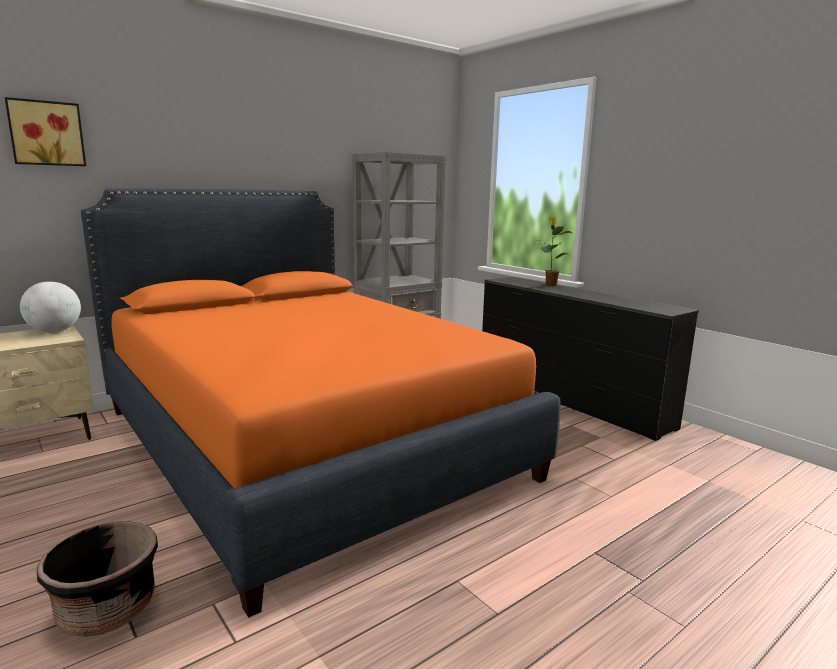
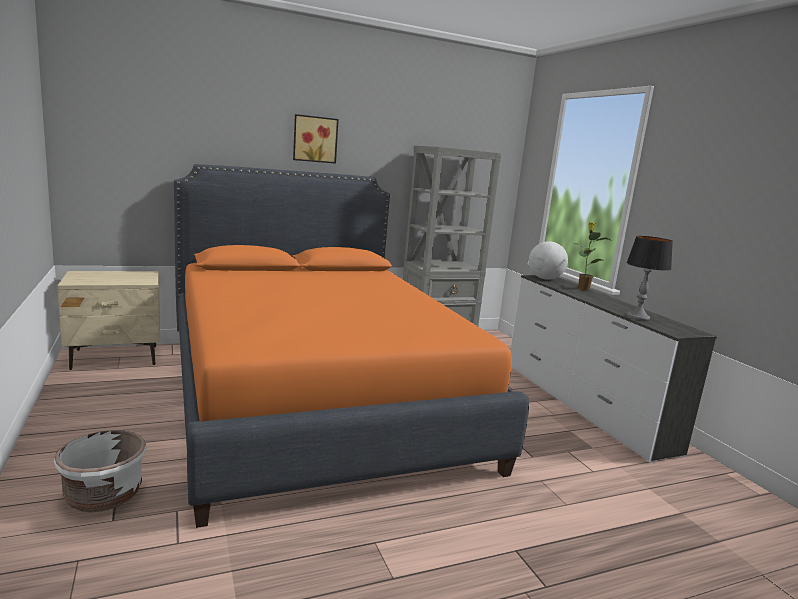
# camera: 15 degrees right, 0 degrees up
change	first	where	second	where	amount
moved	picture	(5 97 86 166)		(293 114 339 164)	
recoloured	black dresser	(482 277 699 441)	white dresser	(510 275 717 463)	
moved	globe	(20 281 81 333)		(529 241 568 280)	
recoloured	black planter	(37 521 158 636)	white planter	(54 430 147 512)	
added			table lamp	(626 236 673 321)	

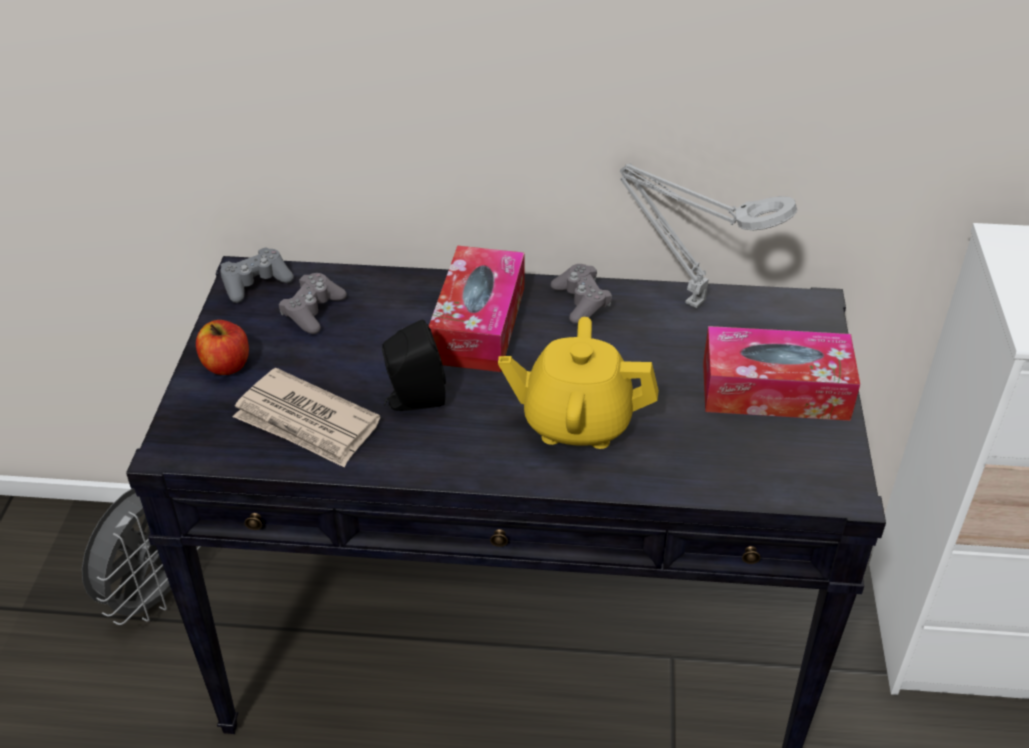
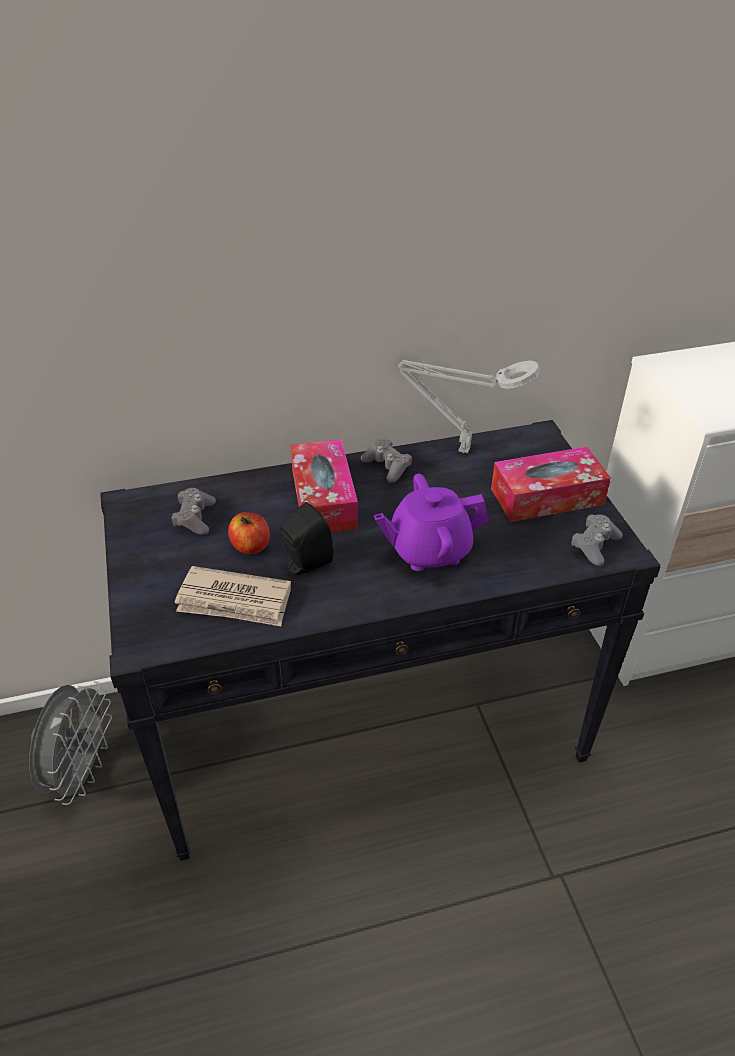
# camera: 20 degrees left, 0 degrees up
change	first	where	second	where	amount
moved	grey game controller	(220 247 294 303)		(571 514 623 566)	
recoloured	yellow teapot	(498 317 659 449)	purple teapot	(373 474 489 571)	
moved	apple	(196 320 249 375)		(228 512 270 554)	

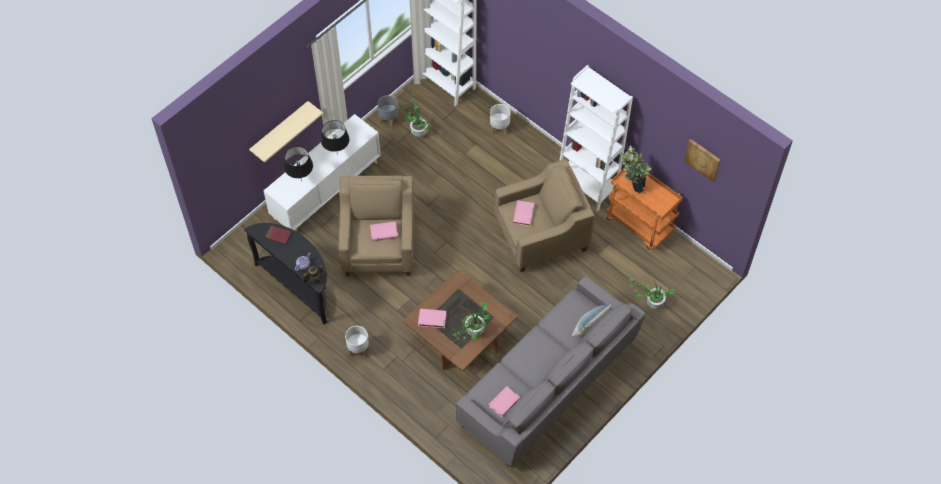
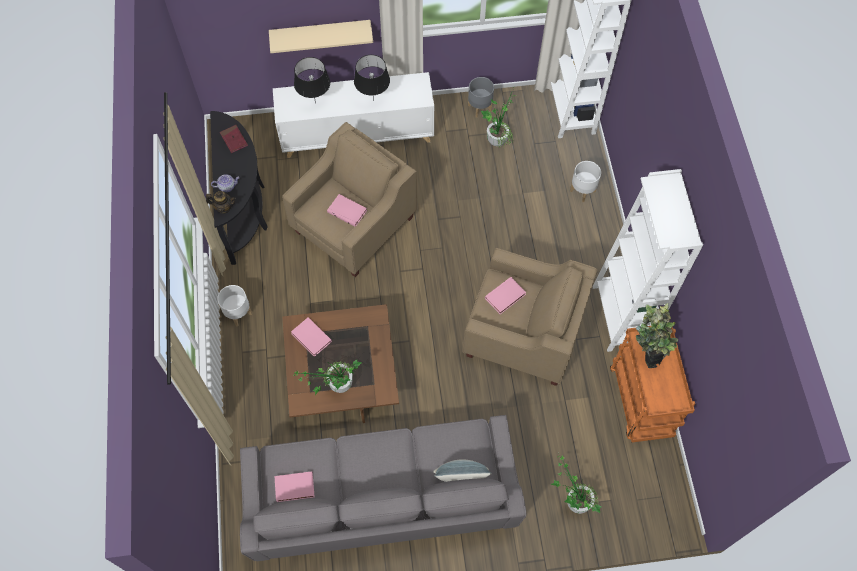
# camera: 40 degrees right, 5 degrees up
change	first	where	second	where	amount
removed	picture	(684 139 720 182)			

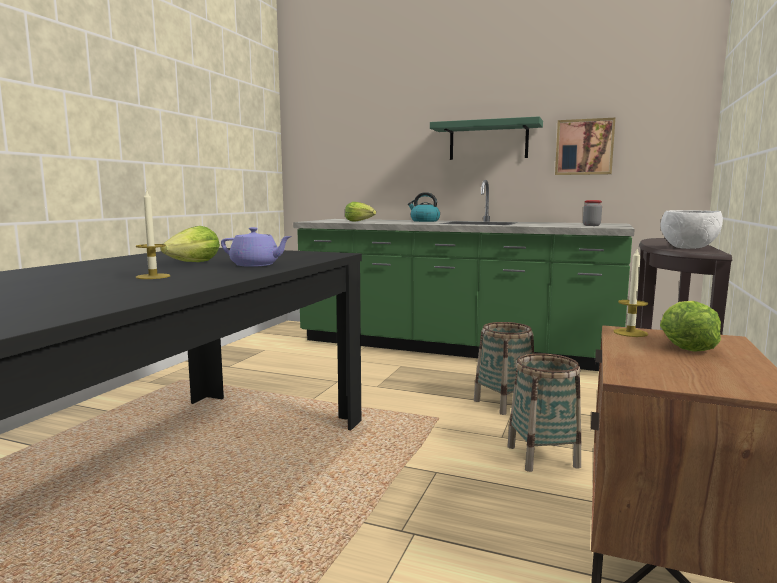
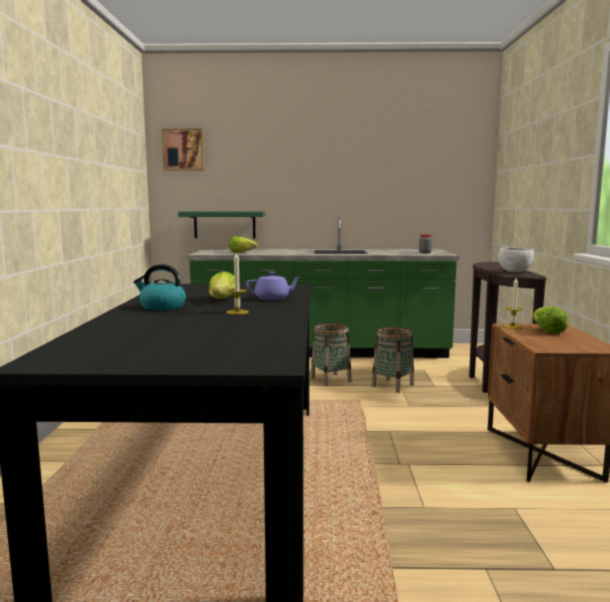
# camera: 20 degrees left, 0 degrees up
change	first	where	second	where	amount
moved	green shelf	(430 116 543 160)		(178 211 265 238)	
moved	picture	(555 118 615 175)		(162 129 204 171)	
moved	kettle	(408 192 440 222)		(134 264 186 311)	
moved	basket	(507 353 581 472)		(311 323 352 386)	

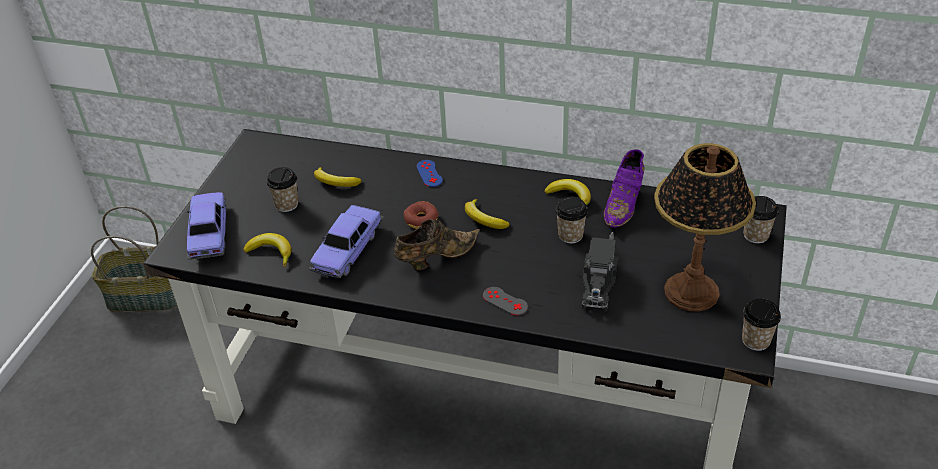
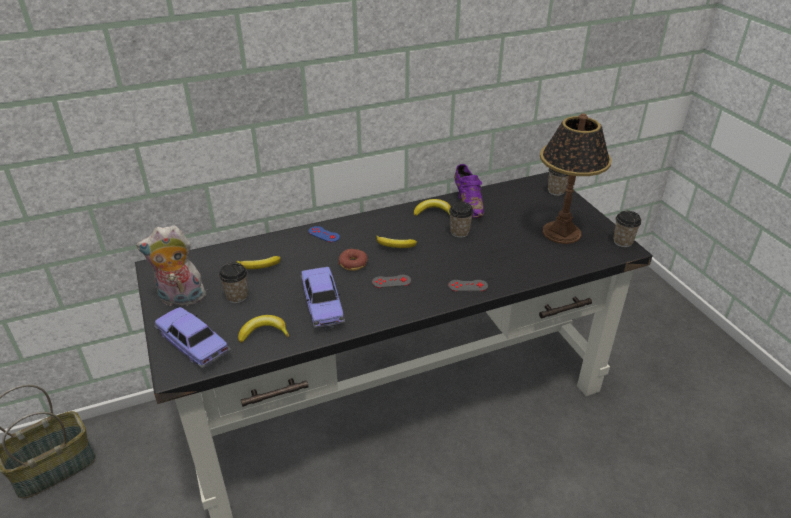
# camera: 40 degrees left, 5 degrees down
change	first	where	second	where	amount
replaced	brown shoe	(394 219 479 271)	grey game controller	(372 275 411 288)	
removed	toy truck	(582 232 618 312)			
added			plush toy	(136 225 208 306)	

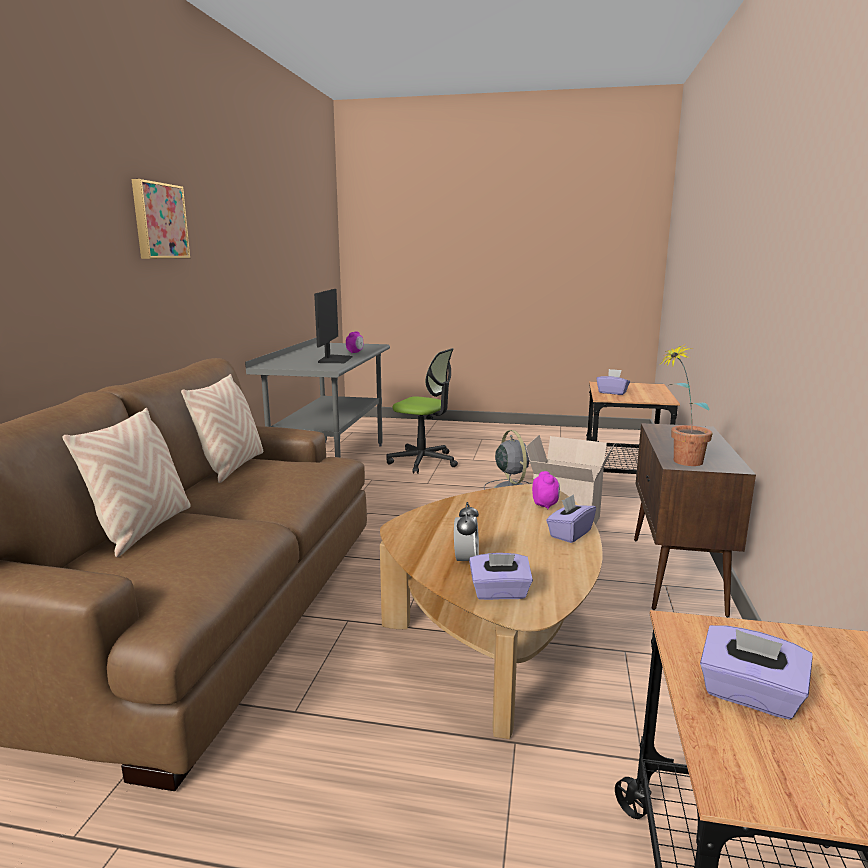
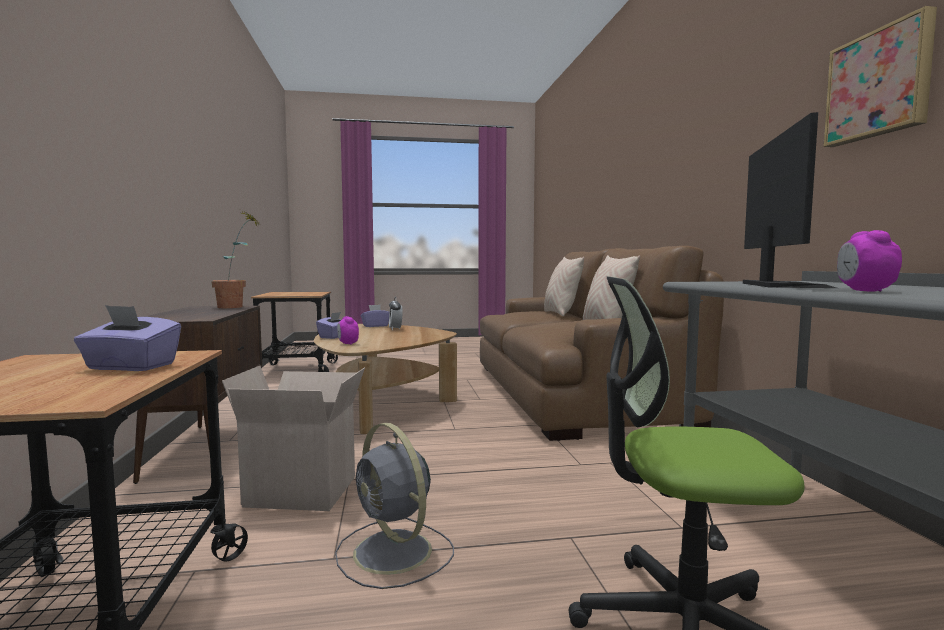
# camera: 160 degrees right, 10 degrees down
change	first	where	second	where	amount
moved	picture	(132 179 190 259)		(823 6 937 147)	
turned	monitor	(314 289 353 363)		(743 112 836 288)	150 degrees counterclockwise
removed	purple tissue box	(700 625 813 720)			

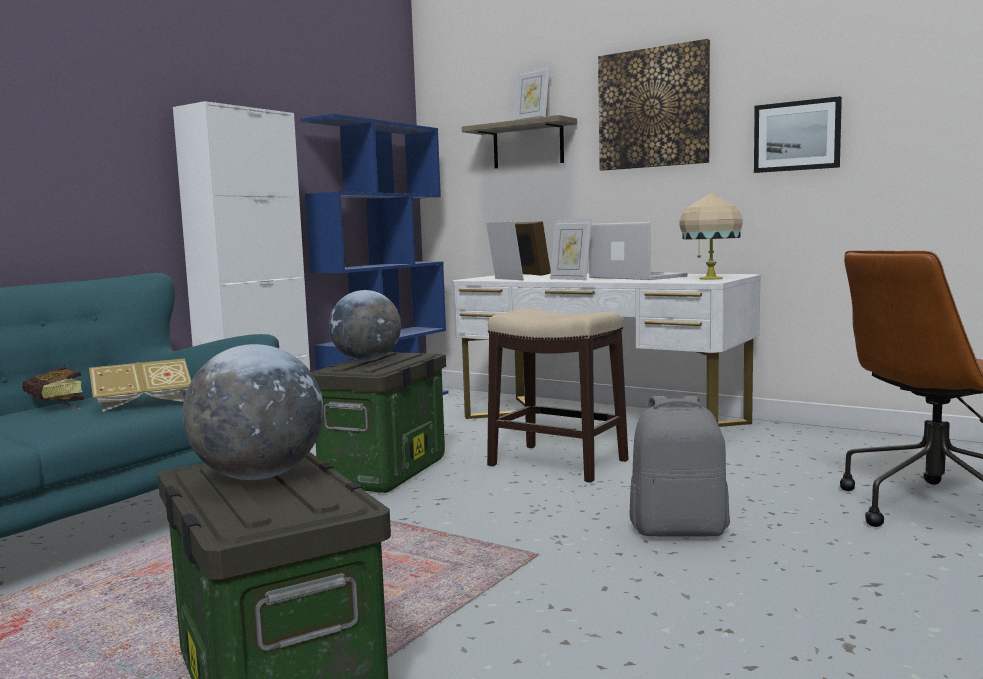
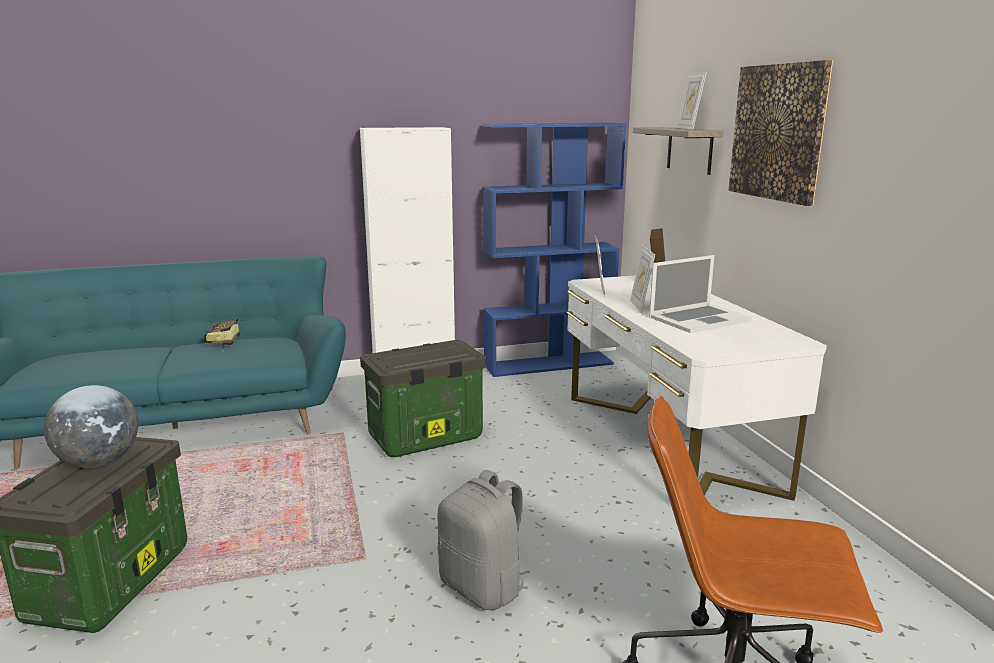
# camera: 40 degrees right, 10 degrees up
change	first	where	second	where	amount
removed	picture	(754 96 842 173)			
removed	beige table lamp	(679 193 743 280)			
turned	laptop	(589 222 687 280)		(649 255 752 333)	60 degrees clockwise
removed	globe	(329 290 401 361)			
removed	stool	(487 308 629 483)			
removed	book	(89 359 191 412)			

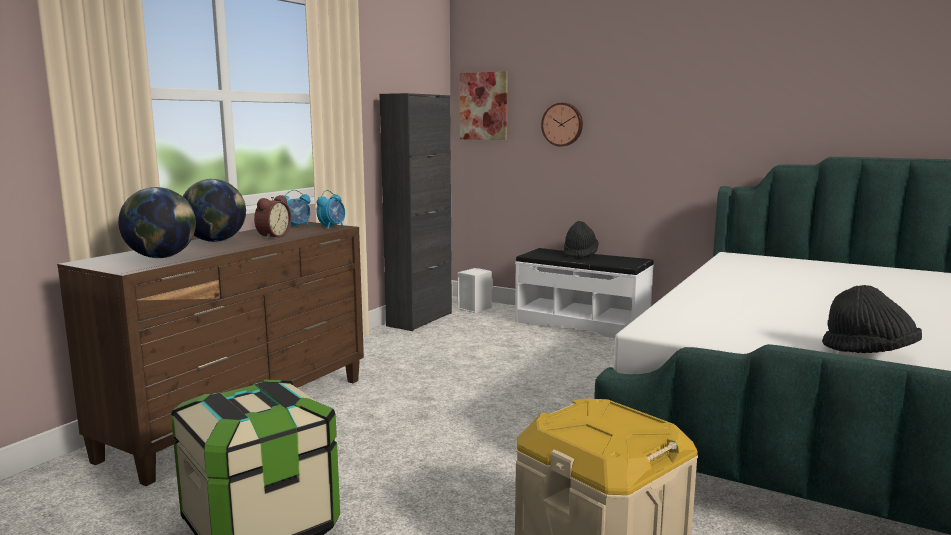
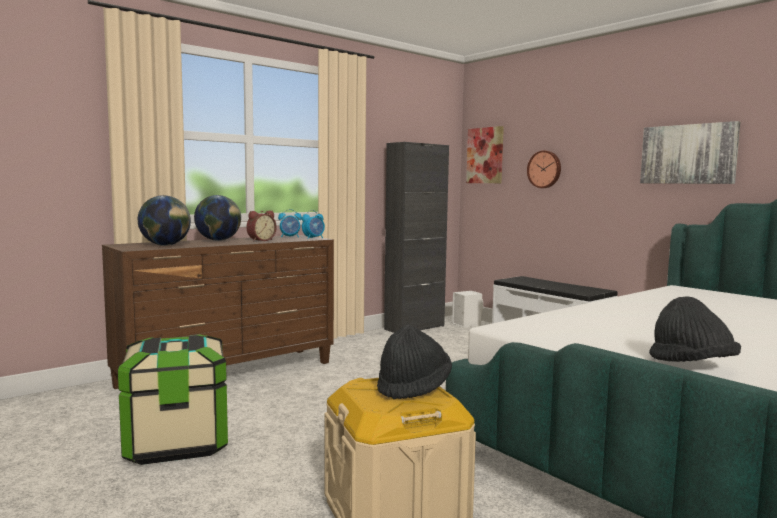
# camera: 20 degrees right, 5 degrees down
change	first	where	second	where	amount
moved	black hat	(564 221 599 258)		(377 325 452 400)	
added			picture	(640 121 740 184)	

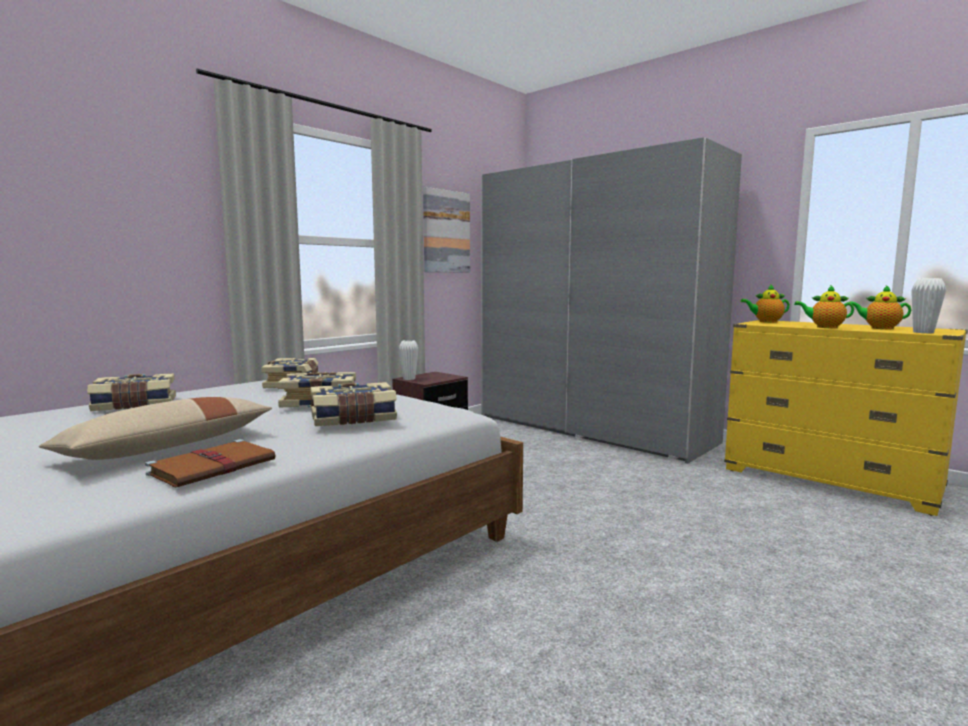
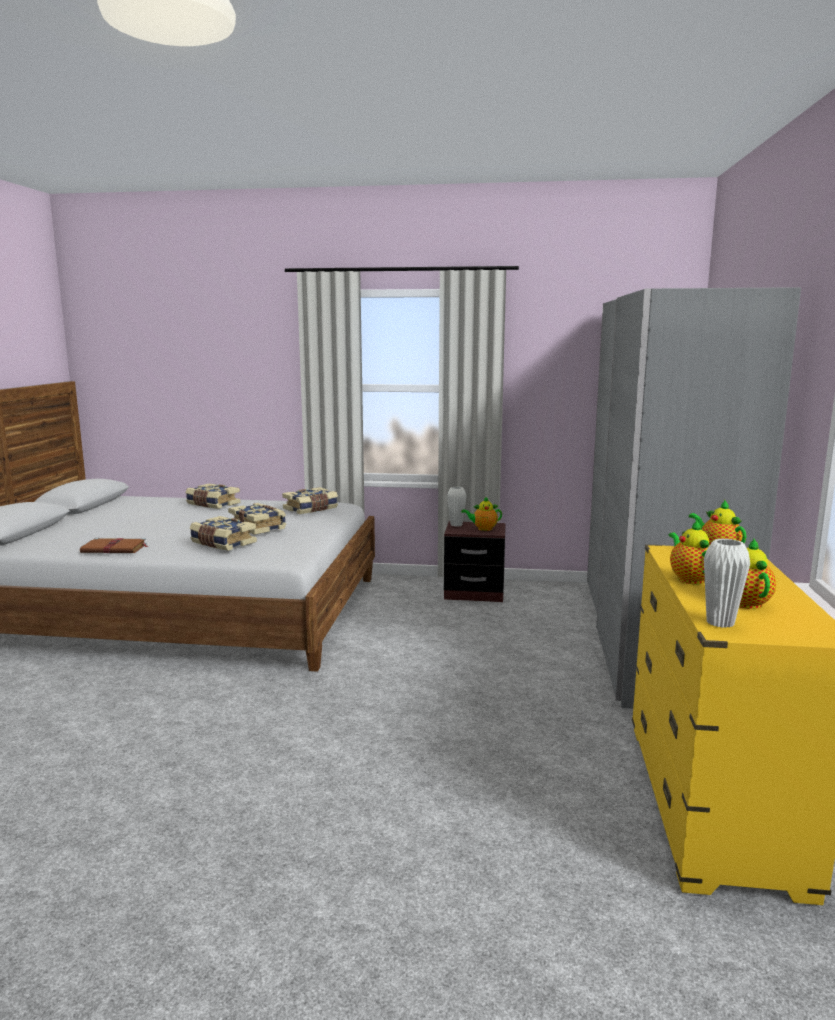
# camera: 55 degrees right, 5 degrees up
change	first	where	second	where	amount
removed	picture	(423 187 470 273)			
removed	beige pillow	(39 397 272 460)			
added			teapot	(461 496 502 531)	

